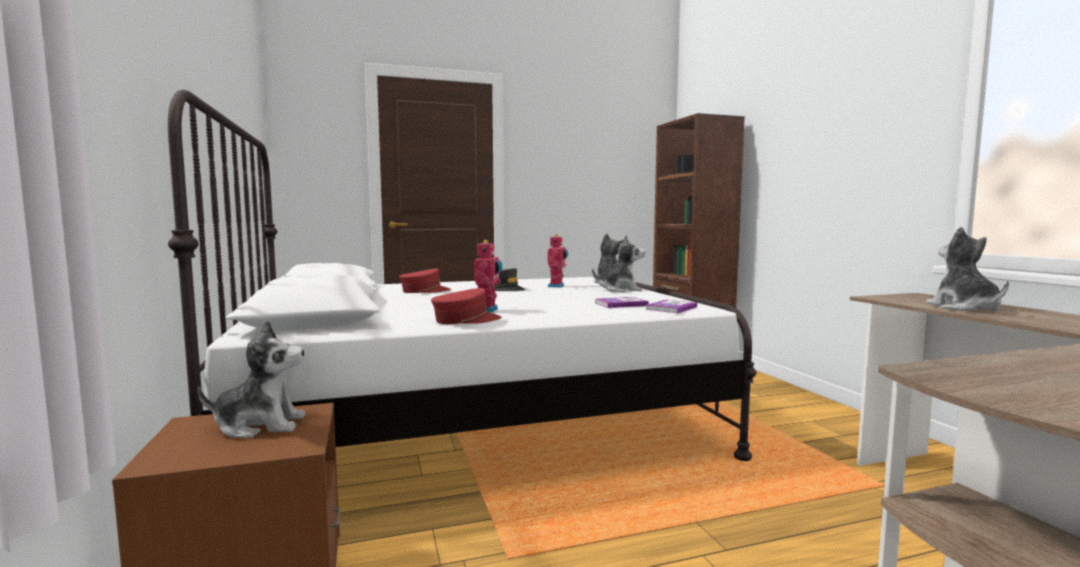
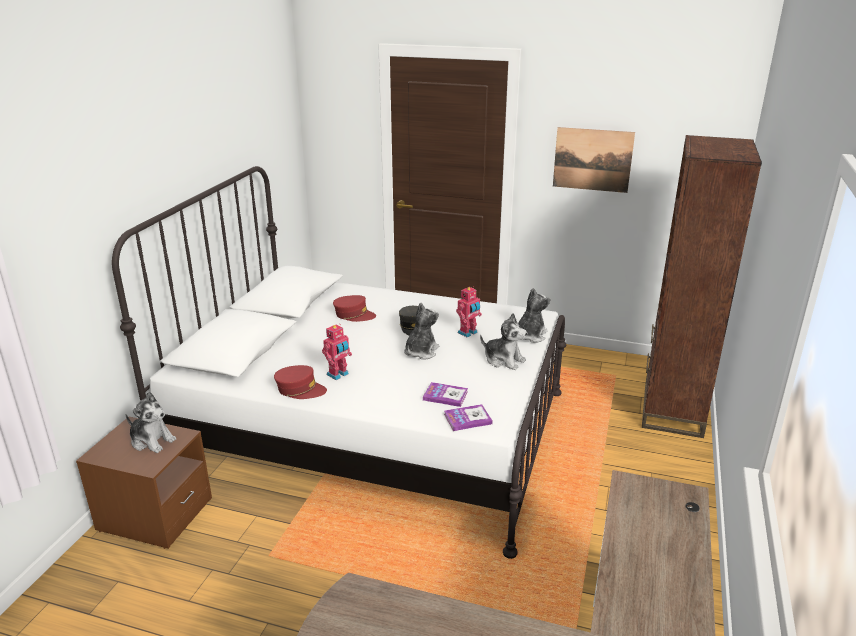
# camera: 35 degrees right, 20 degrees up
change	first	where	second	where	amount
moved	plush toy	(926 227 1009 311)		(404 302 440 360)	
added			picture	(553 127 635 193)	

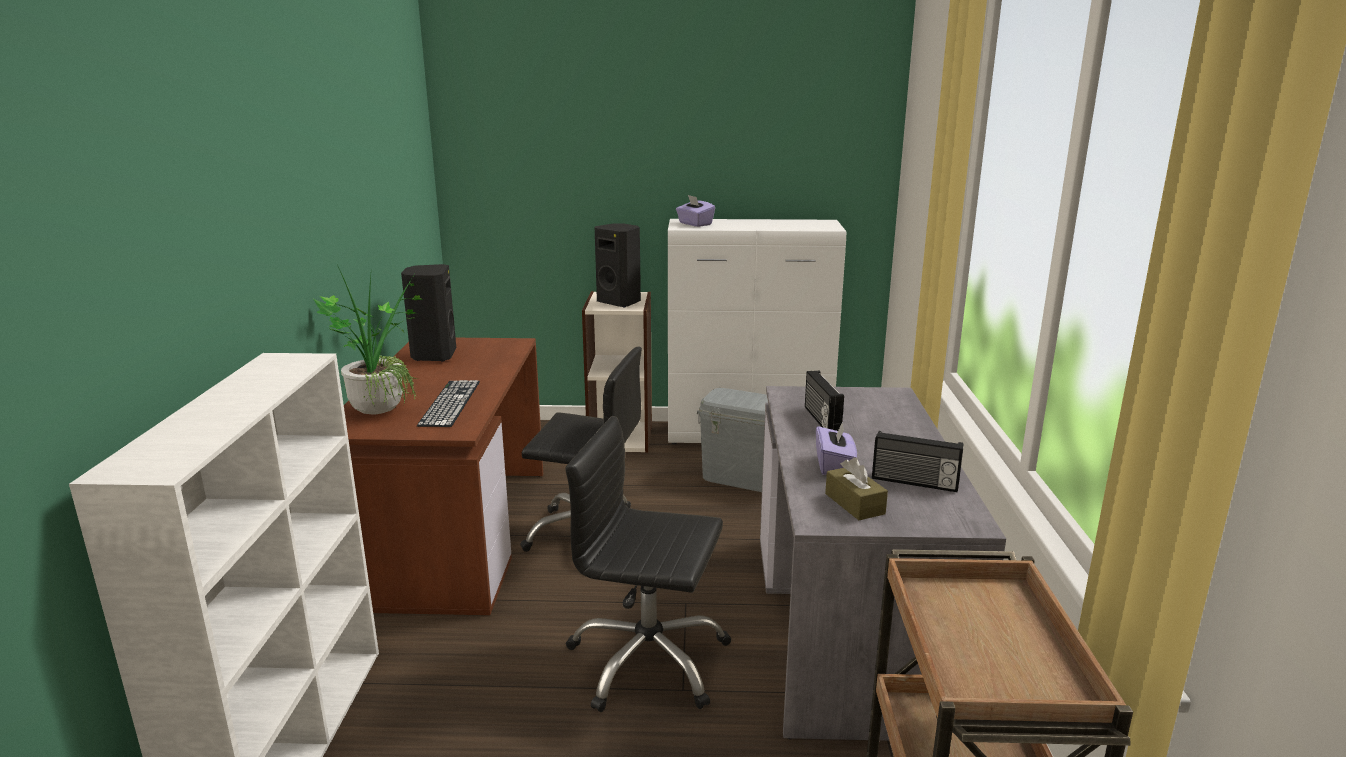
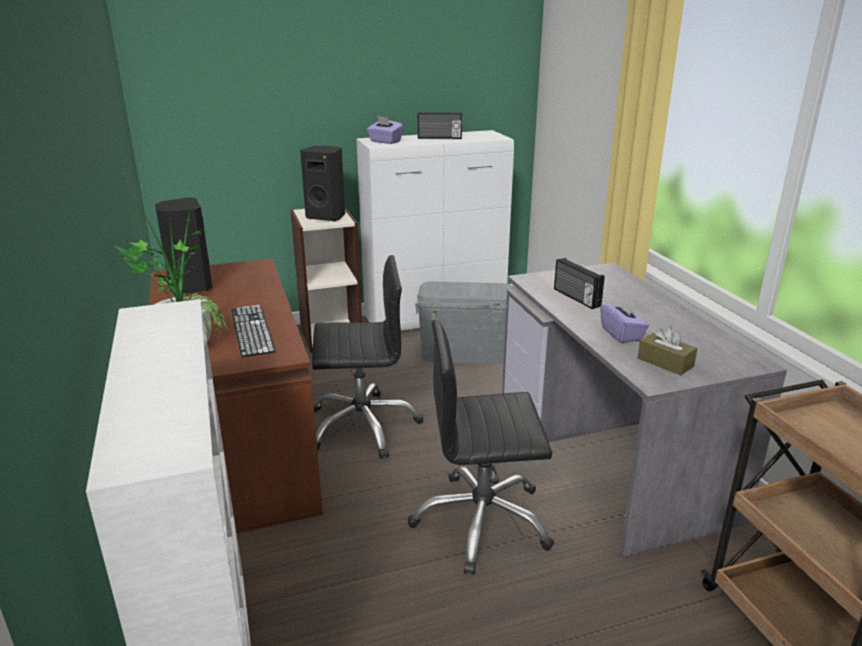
# camera: 20 degrees left, 5 degrees up
change	first	where	second	where	amount
moved	radio	(872 431 963 492)		(418 112 462 139)	

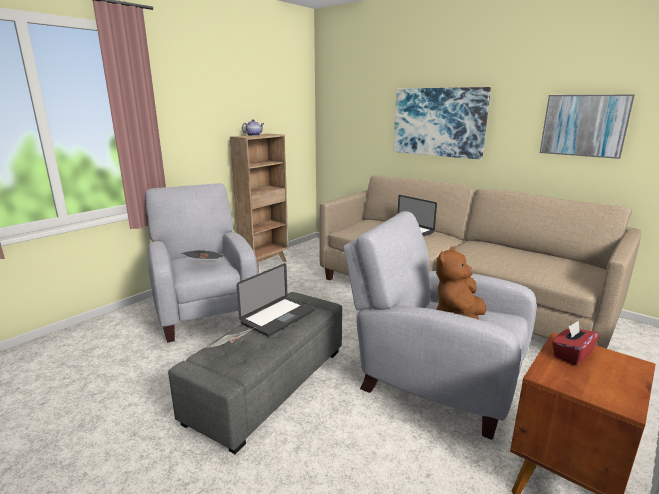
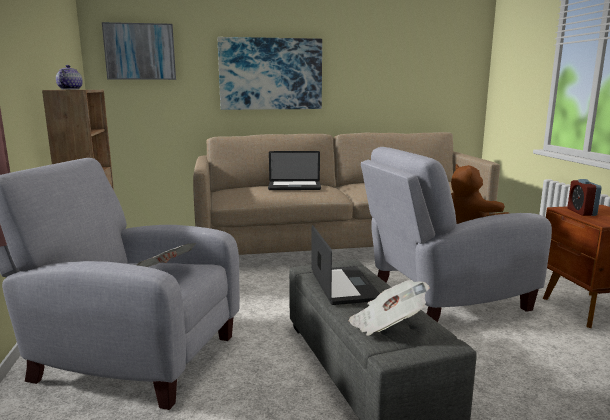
# camera: 50 degrees left, 5 degrees down
change	first	where	second	where	amount
moved	picture	(540 95 635 159)		(102 22 176 80)	
replaced	red tissue box	(552 320 599 366)	alarm clock	(567 179 602 216)	

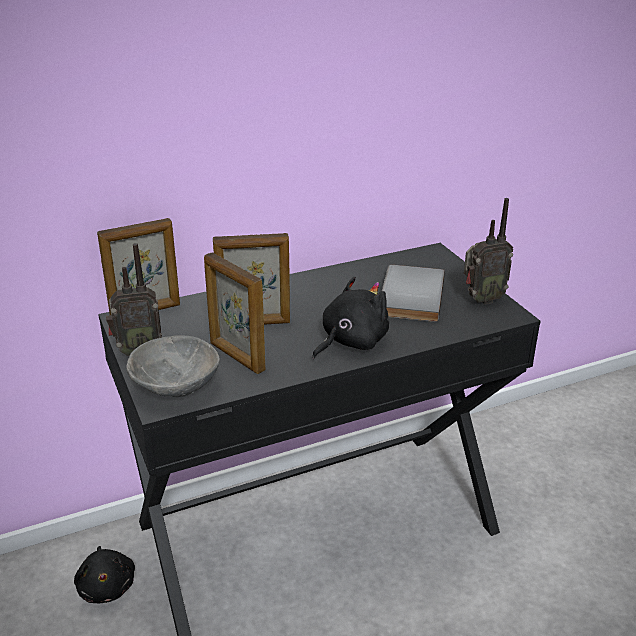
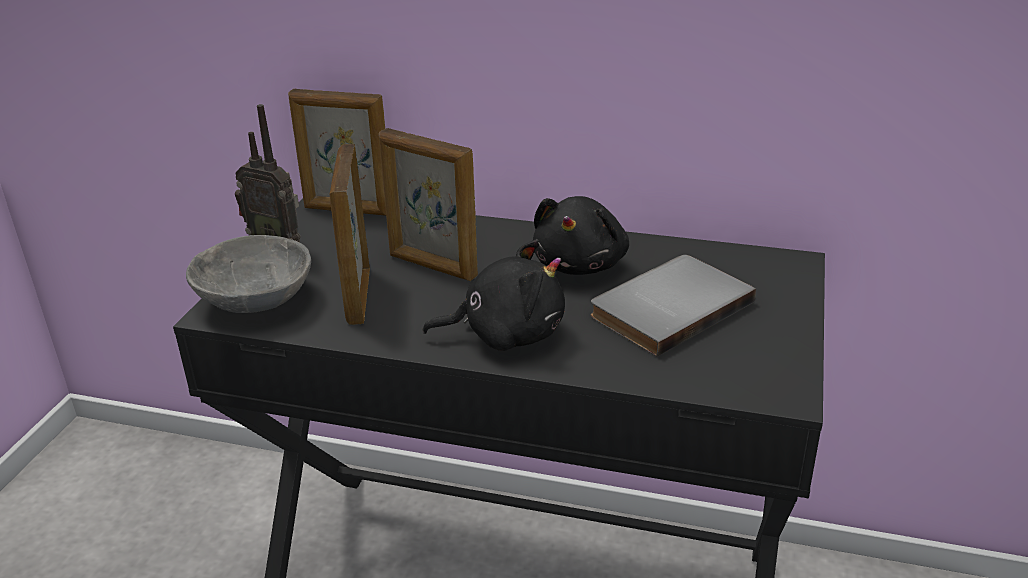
# camera: 40 degrees right, 0 degrees up
change	first	where	second	where	amount
removed	radio	(464 198 514 305)			
moved	black plush toy	(74 546 135 603)		(533 196 629 275)	

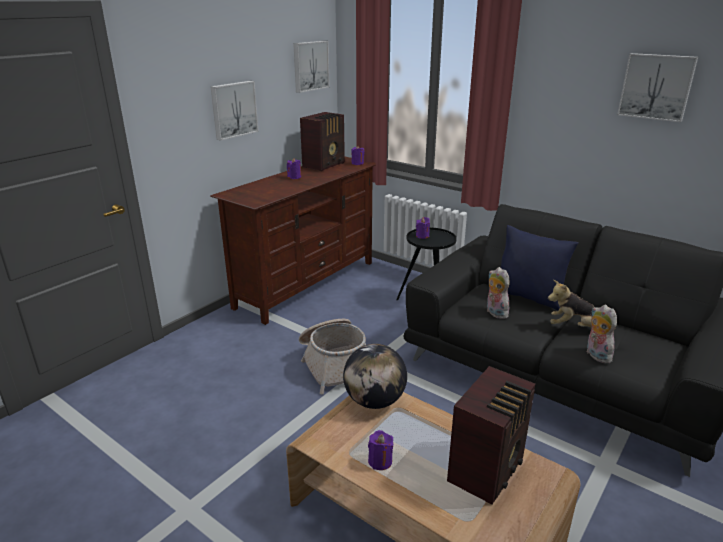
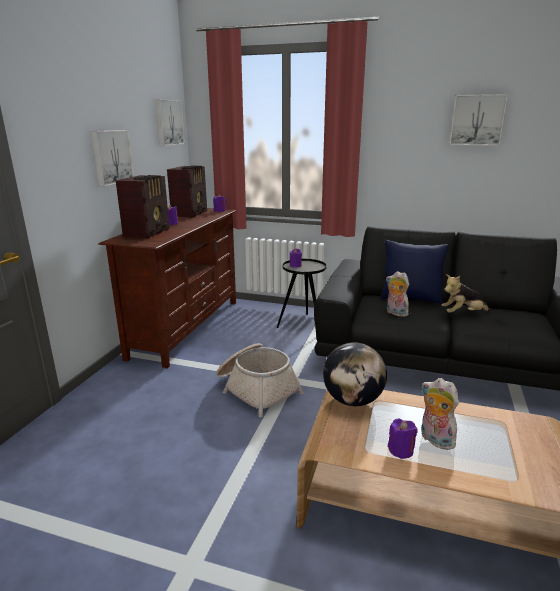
# camera: 20 degrees left, 5 degrees down
change	first	where	second	where	amount
moved	plush toy	(587 305 617 363)		(421 378 459 450)	
moved	radio	(447 366 535 504)		(116 175 169 239)	

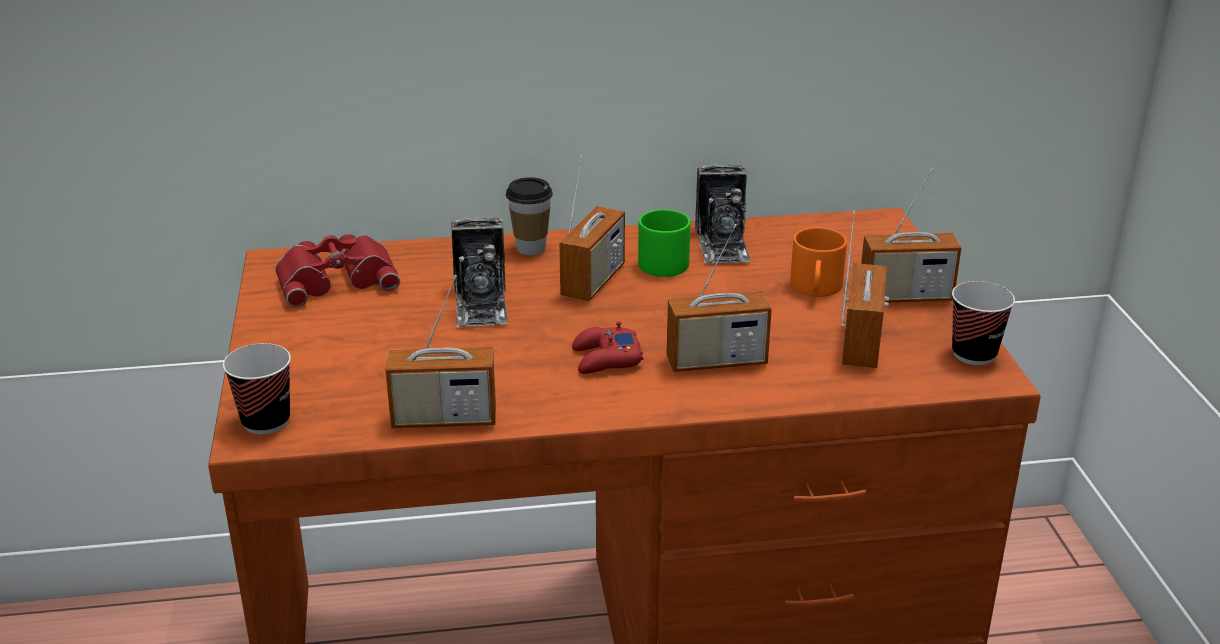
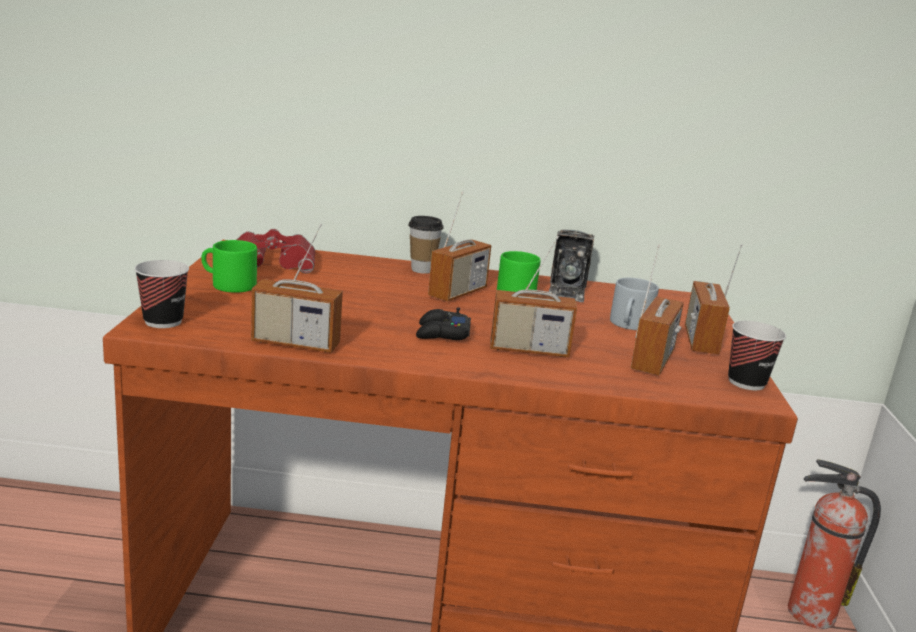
# camera: 10 degrees right, 10 degrees down
change	first	where	second	where	amount
turned	radio	(861 168 961 303)		(685 244 742 354)	90 degrees clockwise
removed	photo camera	(451 217 507 327)			
recoloured	orange mug	(790 227 847 297)	grey mug	(610 278 659 330)	
recoloured	red game controller	(572 321 643 374)	black game controller	(416 307 471 340)	
added			green mug	(201 240 257 293)	
added			fire extinguisher	(788 459 881 629)	

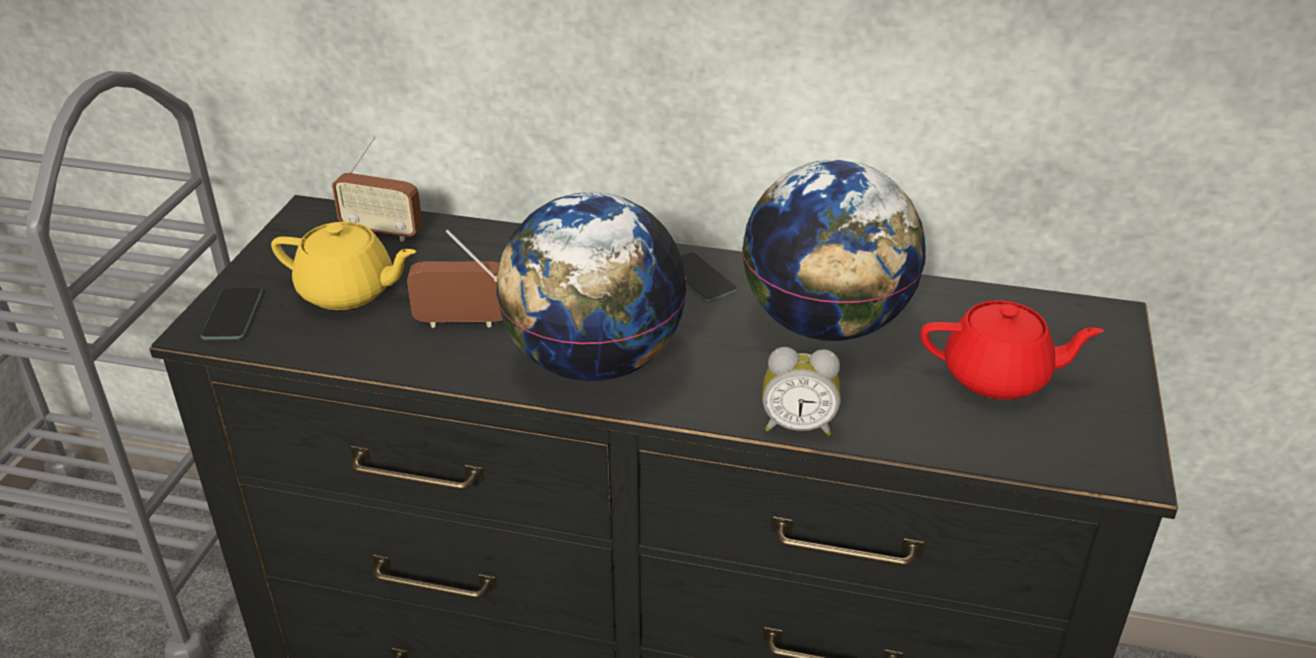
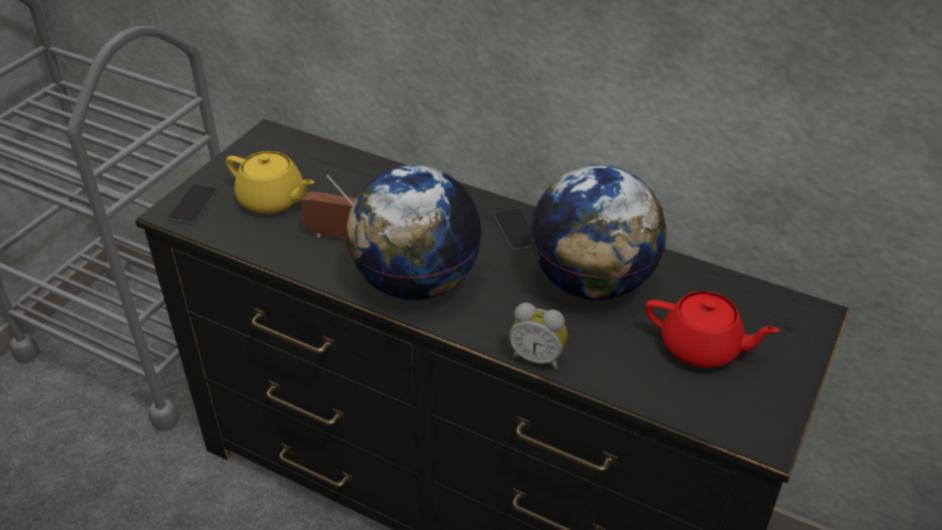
# camera: 15 degrees right, 5 degrees up
change	first	where	second	where	amount
removed	radio	(332 135 423 242)			

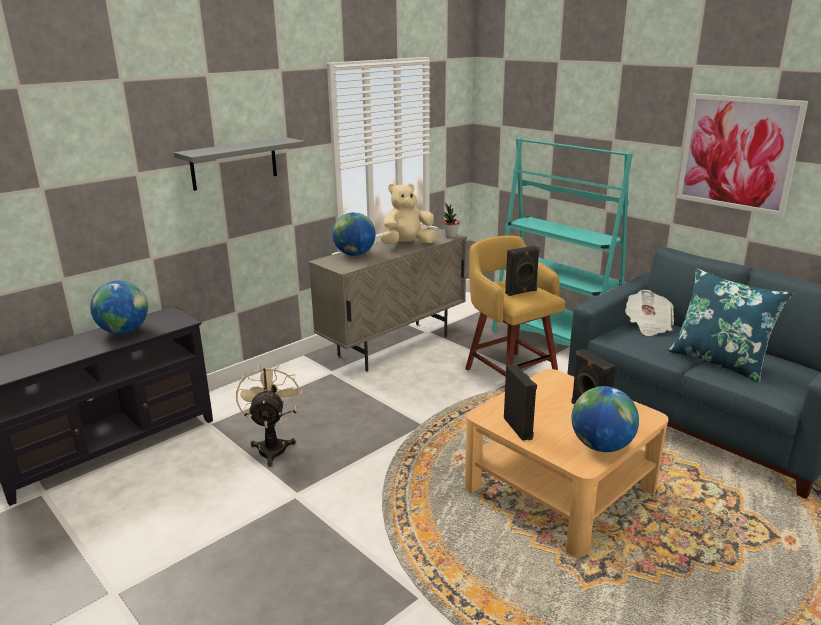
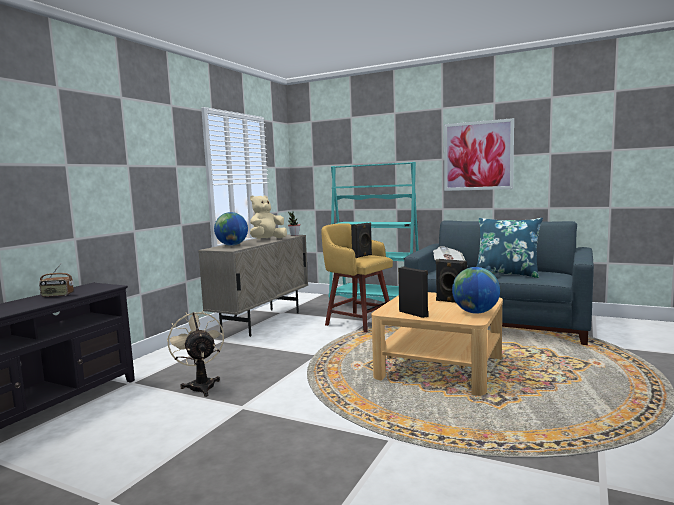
# camera: 20 degrees left, 15 degrees down
change	first	where	second	where	amount
removed	grey shelf	(174 137 305 191)			
replaced	globe	(90 281 148 334)	radio	(39 264 74 297)	

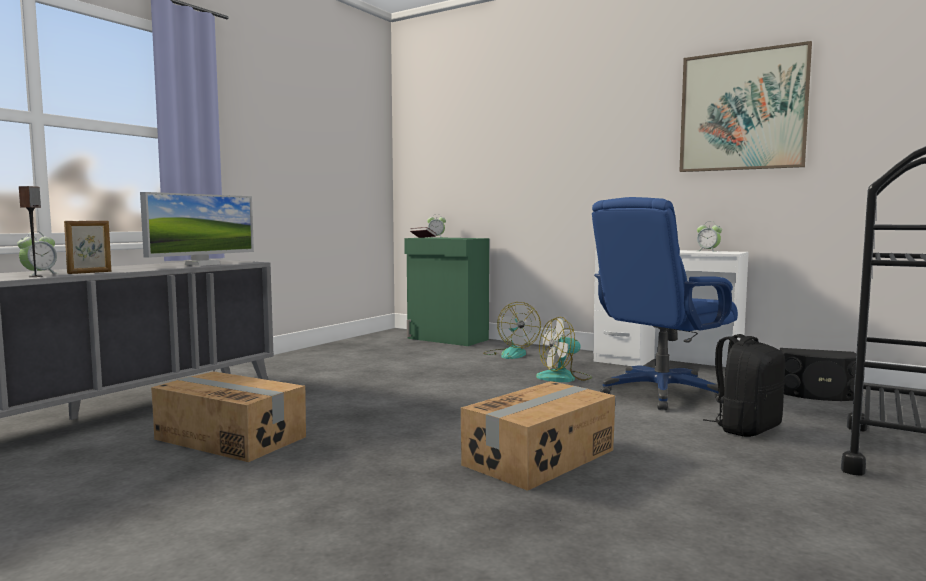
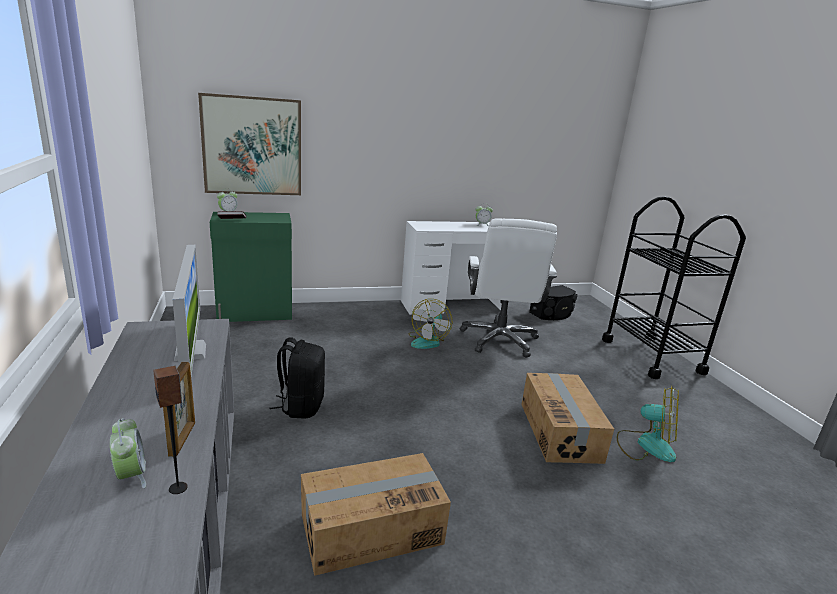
# camera: 50 degrees left, 15 degrees up
change	first	where	second	where	amount
moved	picture	(679 41 812 172)		(198 93 301 195)	
recoloured	blue office chair	(592 197 738 410)	white office chair	(460 218 557 357)	
moved	fan	(483 302 541 359)		(617 386 679 462)	
moved	black backpack	(703 334 785 437)		(270 338 325 419)	

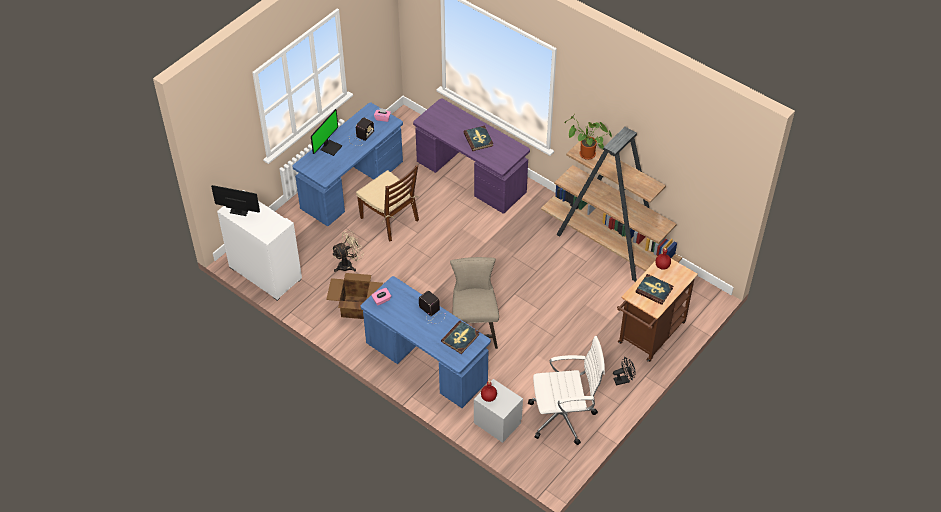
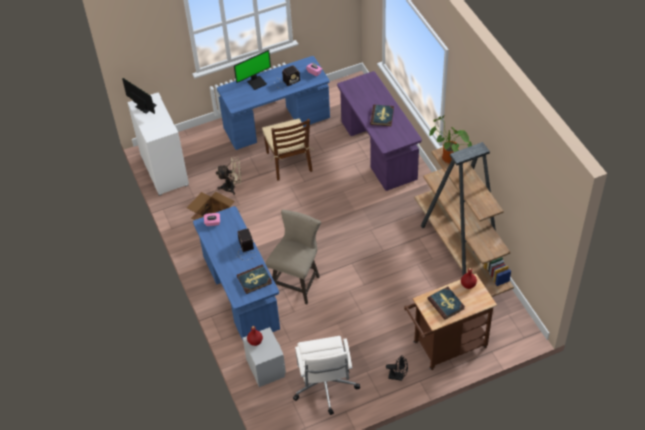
# camera: 30 degrees right, 0 degrees up
change	first	where	second	where	amount
turned	white office chair	(528 336 605 445)		(293 336 360 415)	60 degrees clockwise

